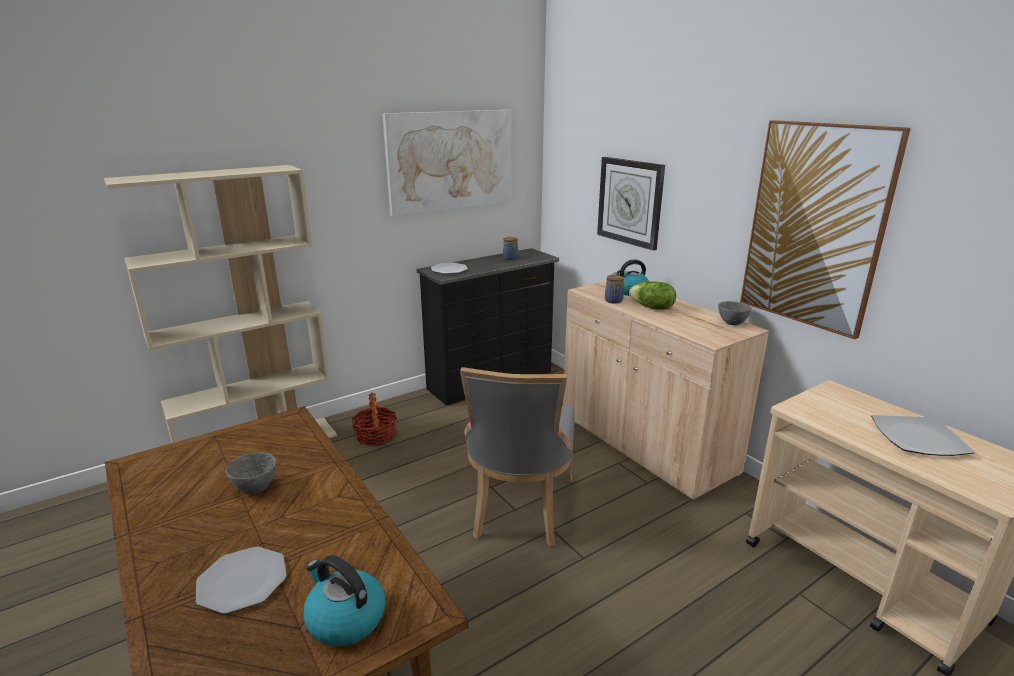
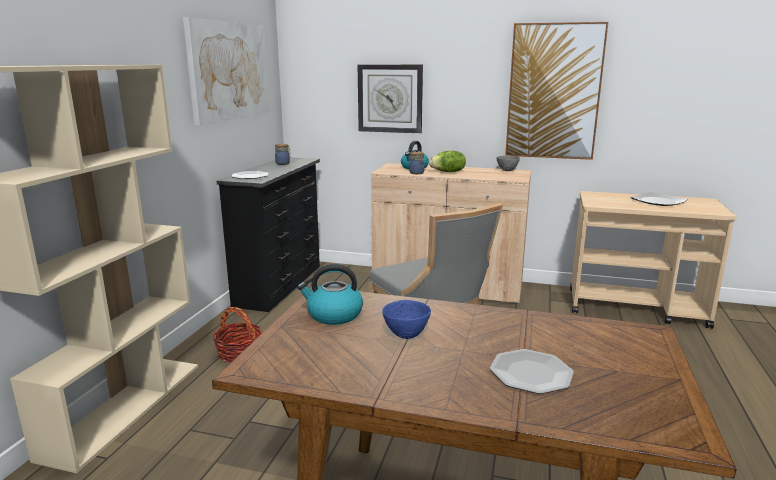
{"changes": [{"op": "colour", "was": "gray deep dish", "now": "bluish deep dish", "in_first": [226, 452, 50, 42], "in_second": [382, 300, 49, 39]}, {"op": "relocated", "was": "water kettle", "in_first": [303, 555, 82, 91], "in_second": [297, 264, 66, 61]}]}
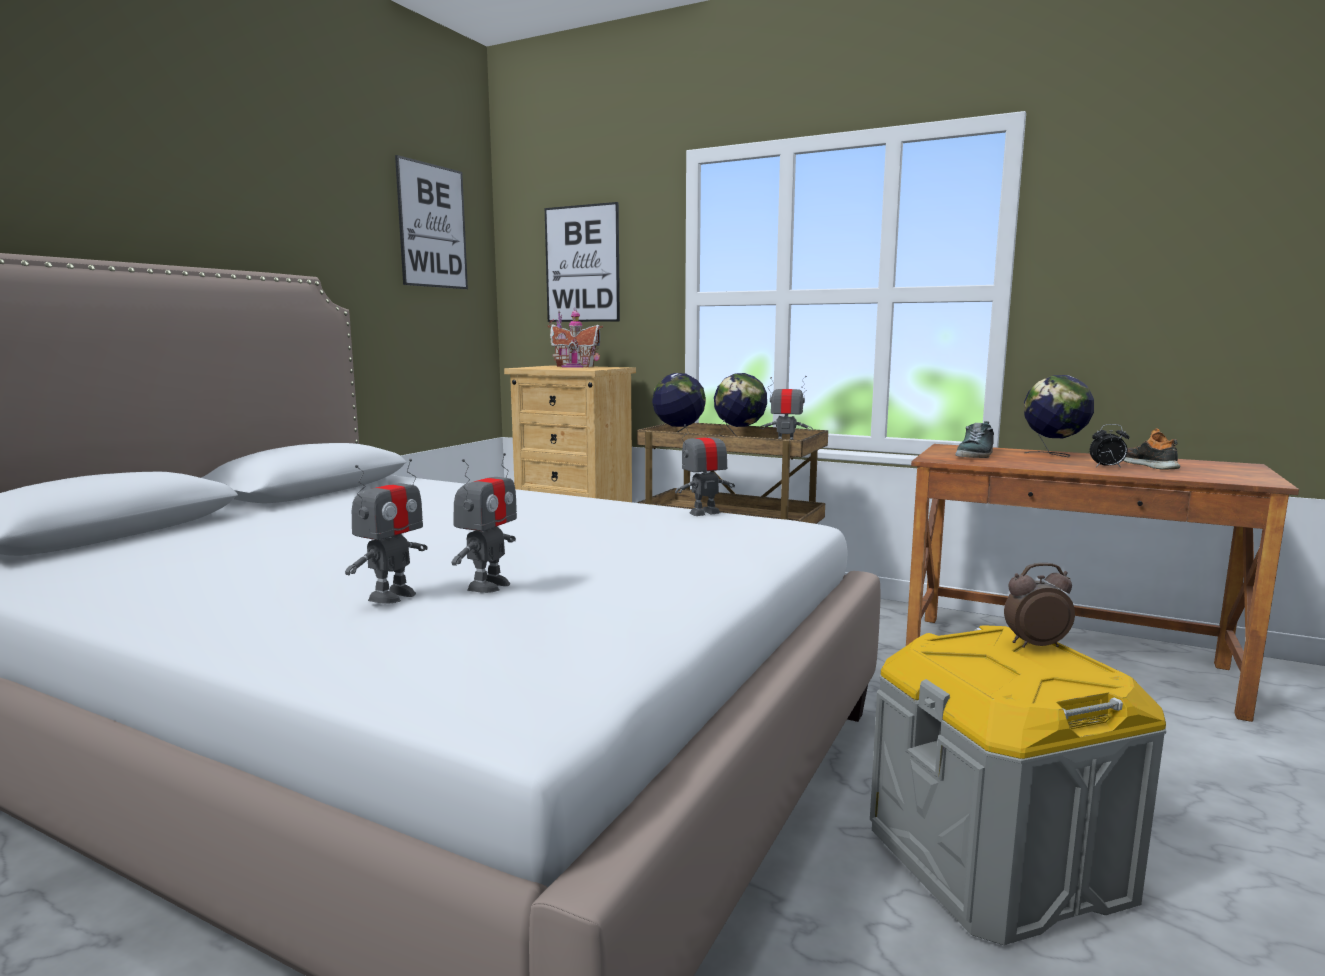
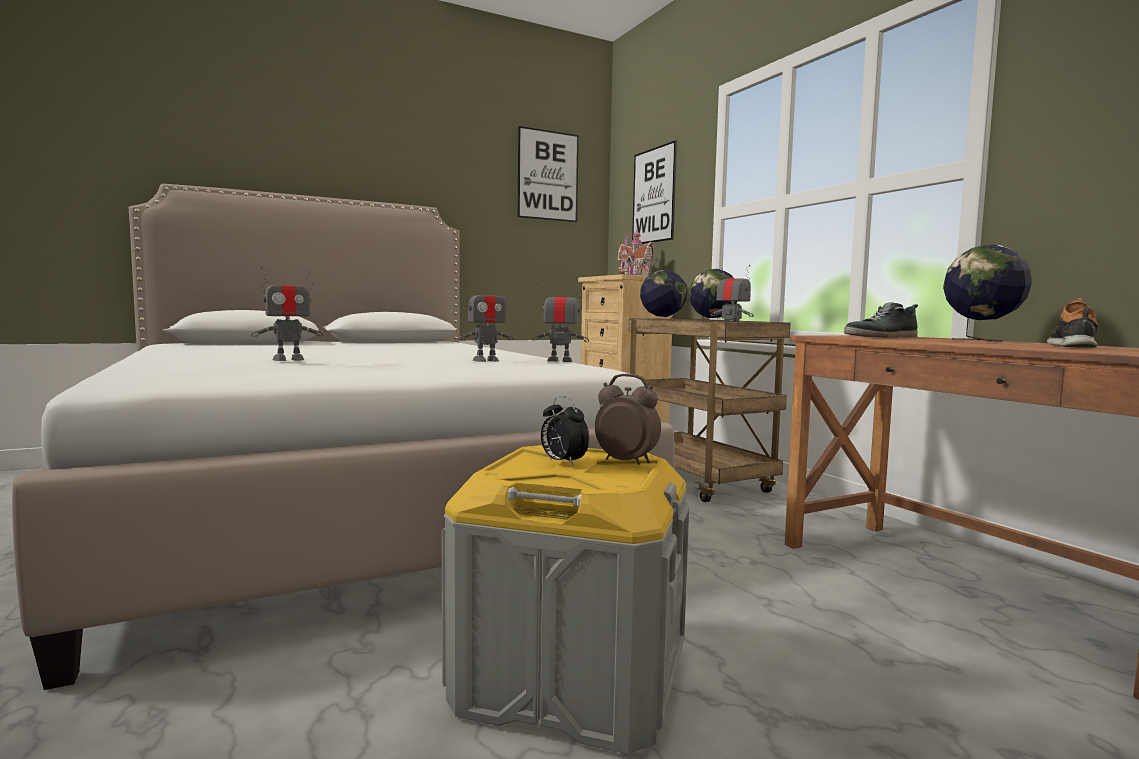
{"changes": [{"op": "relocated", "was": "model robot", "in_first": [345, 459, 82, 145], "in_second": [457, 279, 57, 83]}, {"op": "relocated", "was": "table clock", "in_first": [1090, 424, 39, 44], "in_second": [541, 396, 48, 70]}]}
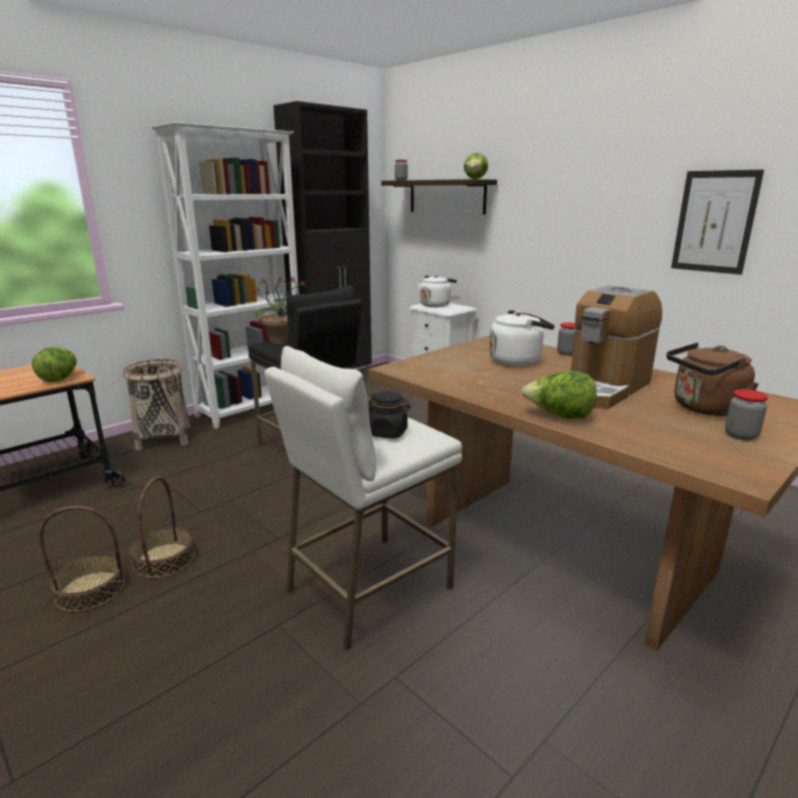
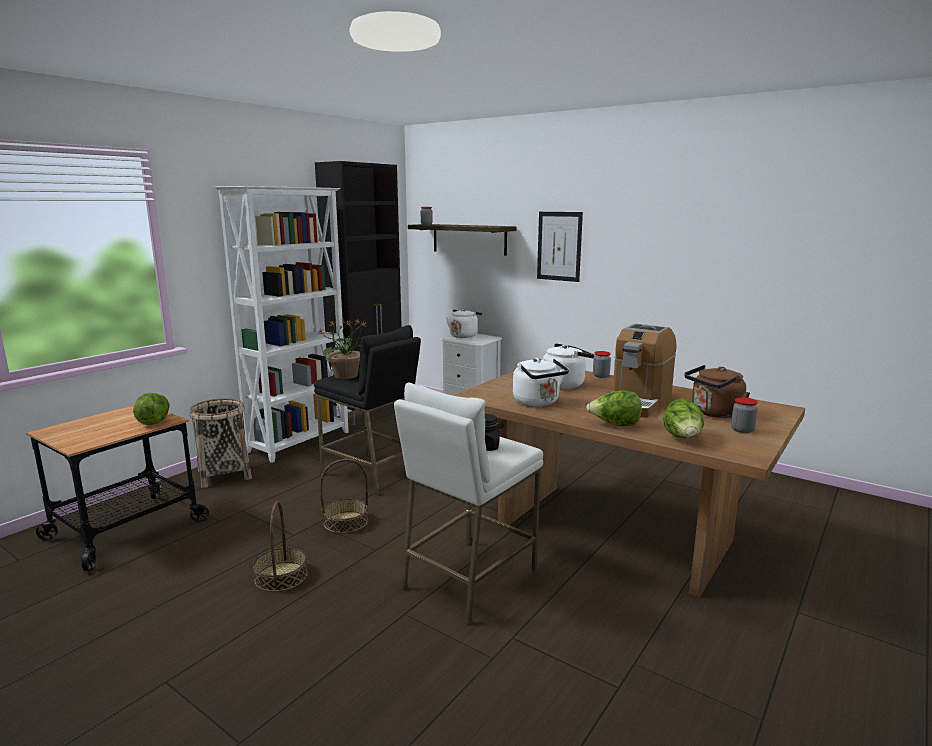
{"changes": [{"op": "relocated", "was": "basket", "in_first": [39, 506, 86, 107], "in_second": [320, 459, 48, 75]}, {"op": "relocated", "was": "lettuce", "in_first": [464, 153, 24, 26], "in_second": [663, 399, 41, 39]}, {"op": "relocated", "was": "picture", "in_first": [671, 170, 93, 105], "in_second": [537, 212, 46, 70]}, {"op": "appeared", "now": "white-coloured water kettle", "in_second": [513, 358, 56, 48]}]}
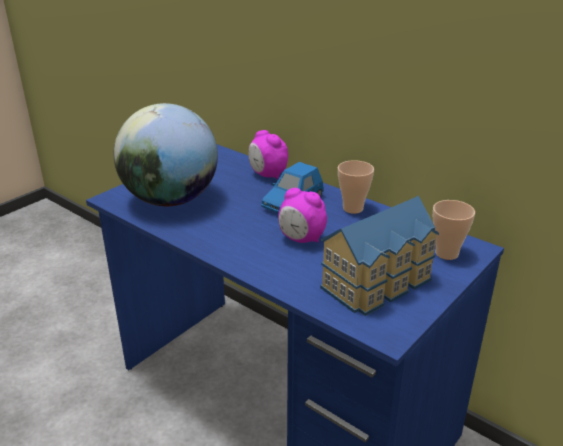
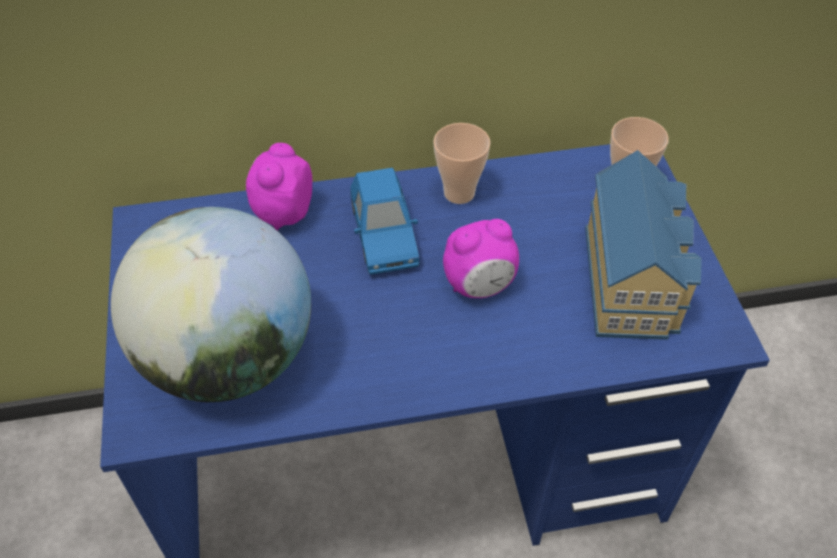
{"changes": [{"op": "spun", "was": "table clock", "in_first": [249, 130, 39, 49], "in_second": [246, 143, 66, 88], "clockwise": 105}]}
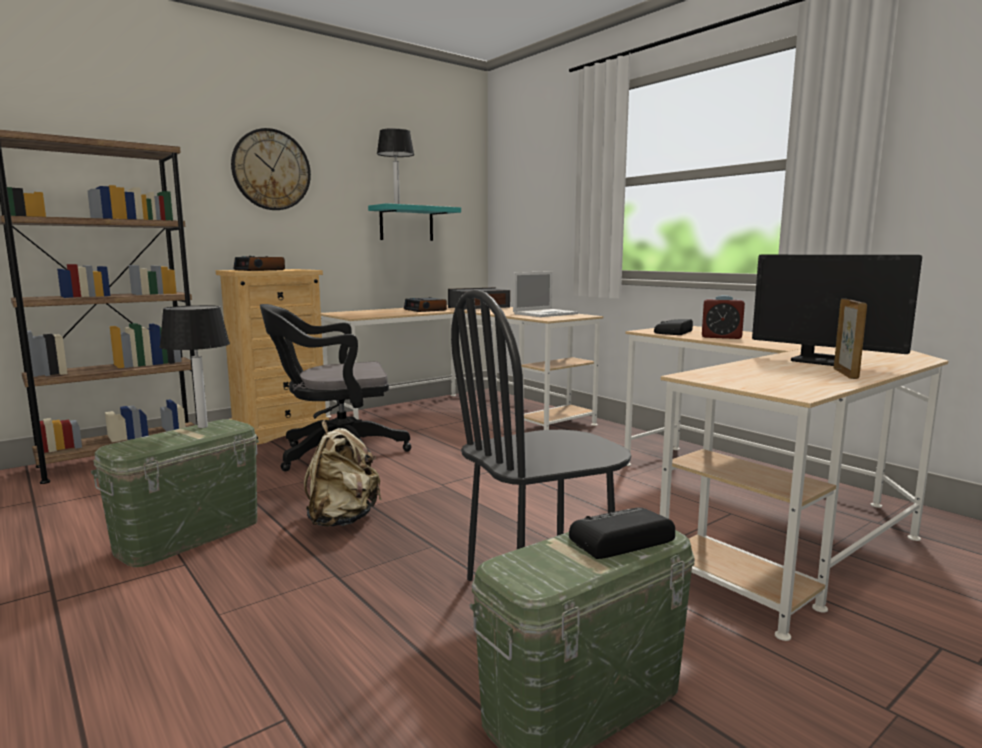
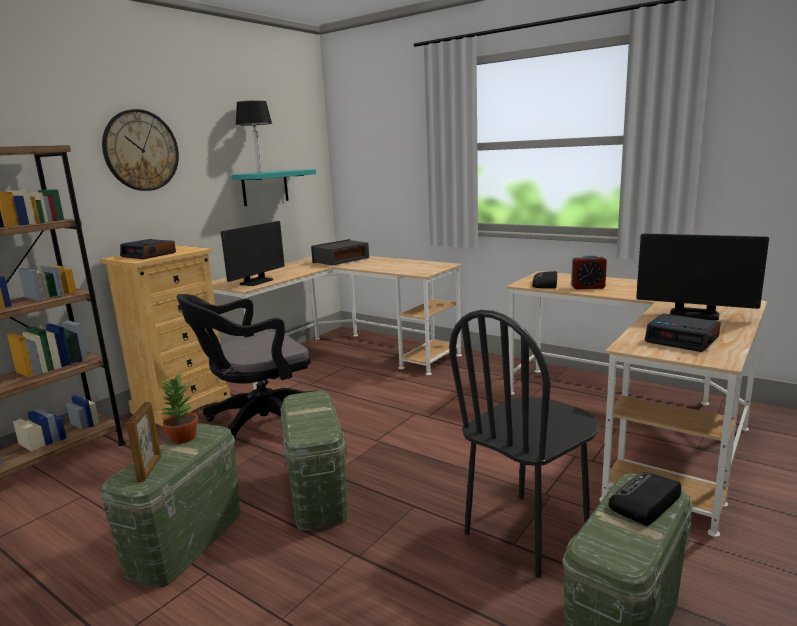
{"changes": [{"op": "exchanged", "was": "tabletop lamp", "now": "houseplant", "in_first": [159, 305, 71, 123], "in_second": [159, 374, 39, 70]}, {"op": "exchanged", "was": "beige-coloured rucksack", "now": "green-coloured storage box", "in_first": [304, 420, 78, 107], "in_second": [280, 391, 68, 140]}, {"op": "relocated", "was": "table clock", "in_first": [404, 297, 43, 15], "in_second": [645, 313, 76, 39]}, {"op": "missing", "was": "portable computer", "in_first": [513, 271, 65, 46]}, {"op": "relocated", "was": "standing frame", "in_first": [834, 299, 33, 80], "in_second": [126, 402, 35, 80]}, {"op": "appeared", "now": "computer display", "in_second": [221, 221, 64, 65]}]}
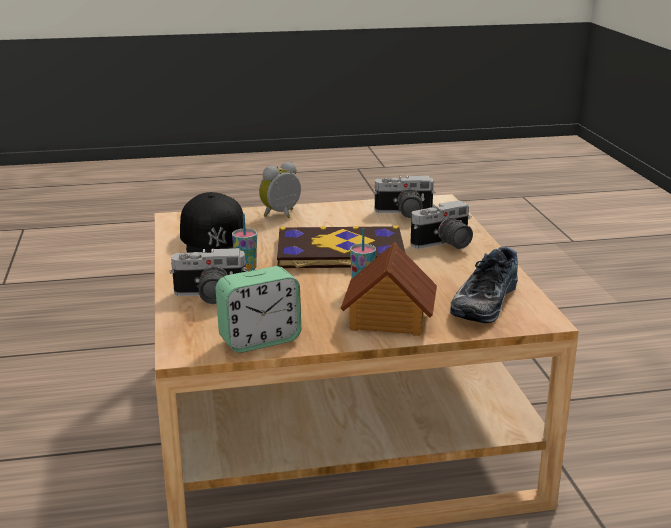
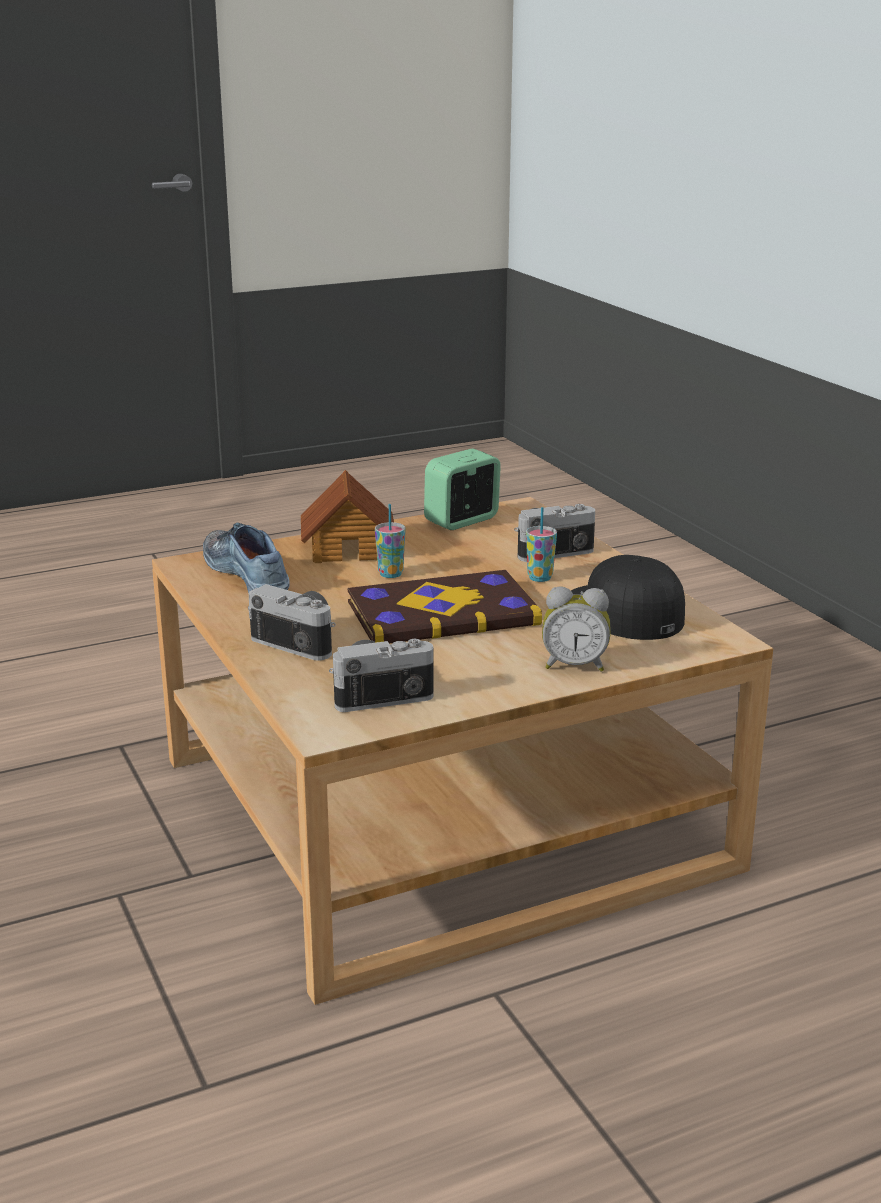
{"changes": [{"op": "spun", "was": "table clock", "in_first": [259, 162, 42, 56], "in_second": [542, 587, 68, 85], "clockwise": 60}, {"op": "spun", "was": "photo camera", "in_first": [410, 200, 63, 49], "in_second": [248, 584, 88, 77], "clockwise": 75}, {"op": "spun", "was": "low shoe", "in_first": [450, 247, 68, 76], "in_second": [203, 523, 87, 70], "clockwise": -45}]}
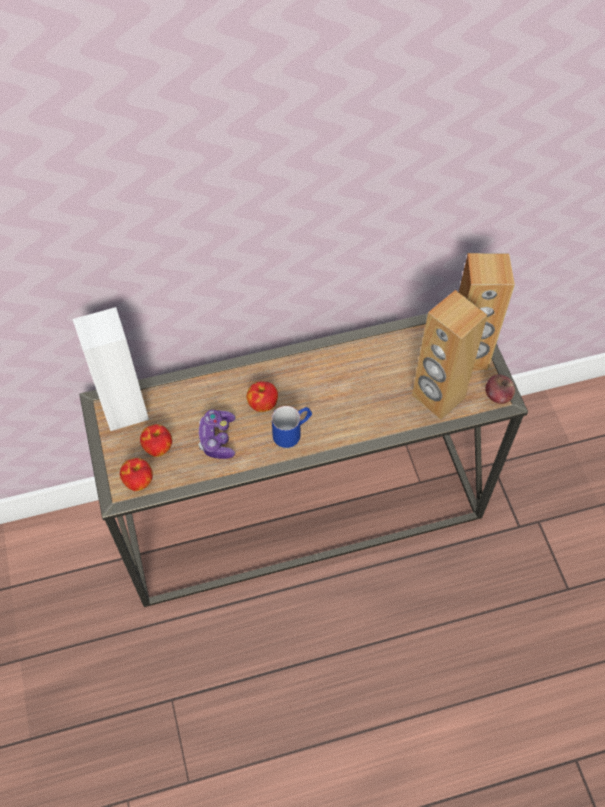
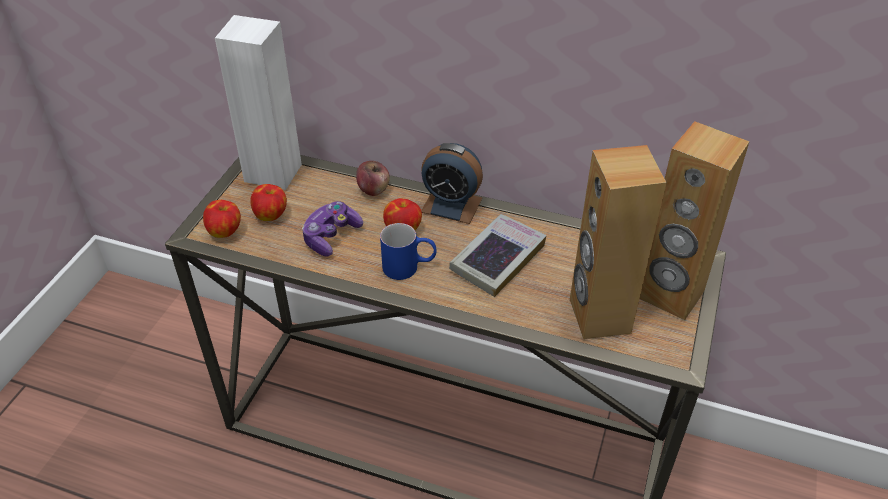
{"changes": [{"op": "relocated", "was": "apple fruit", "in_first": [485, 375, 30, 29], "in_second": [356, 161, 34, 35]}, {"op": "appeared", "now": "table clock", "in_second": [421, 143, 62, 81]}, {"op": "appeared", "now": "volume", "in_second": [449, 214, 98, 83]}]}
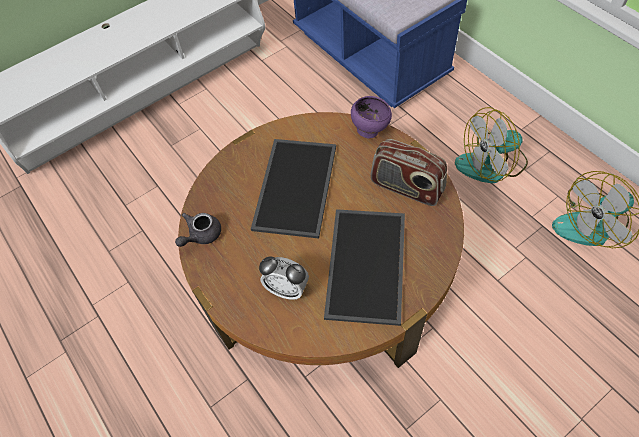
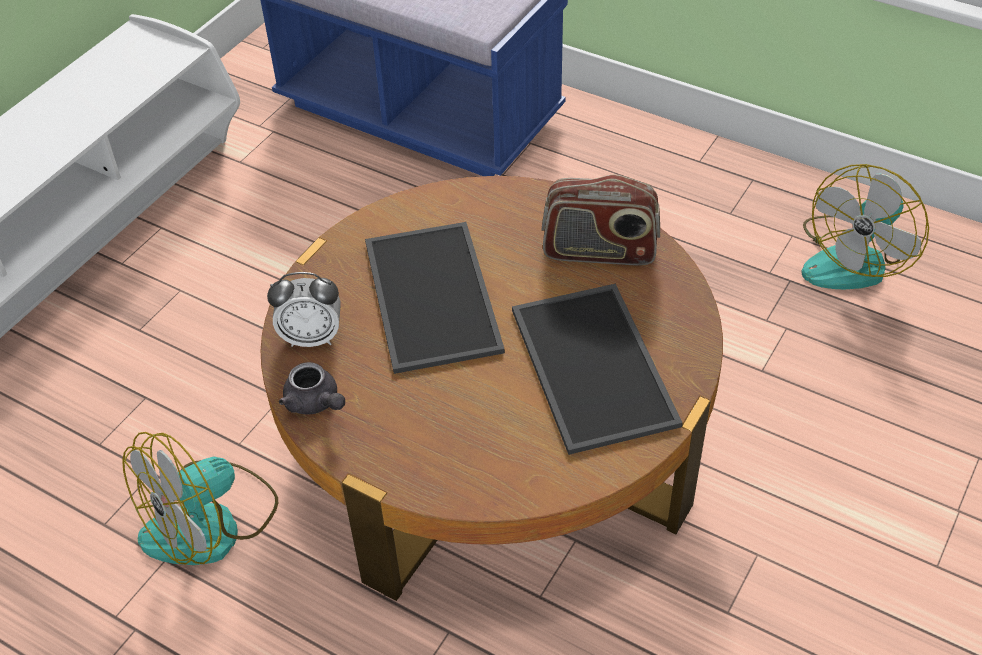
{"changes": [{"op": "spun", "was": "gray tea pot", "in_first": [175, 213, 46, 34], "in_second": [279, 362, 66, 53], "clockwise": -60}, {"op": "relocated", "was": "table clock", "in_first": [259, 257, 50, 43], "in_second": [267, 272, 74, 75]}, {"op": "missing", "was": "purplish deep dish", "in_first": [351, 96, 41, 43]}, {"op": "relocated", "was": "fan", "in_first": [455, 107, 73, 76], "in_second": [122, 432, 156, 133]}]}
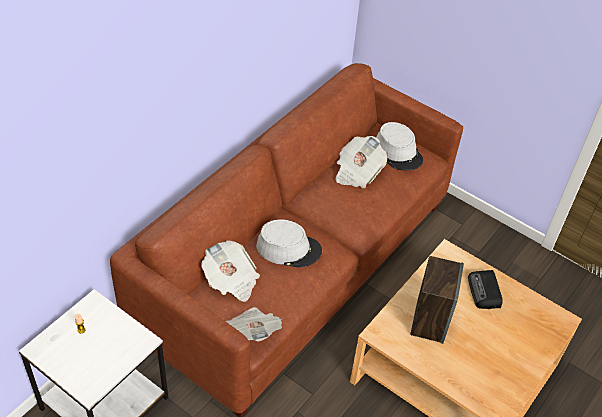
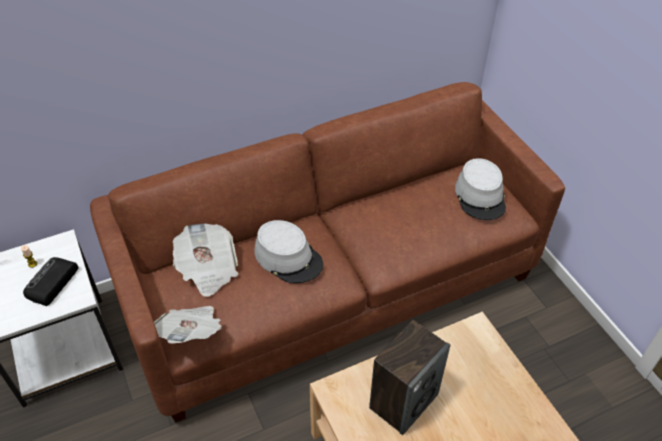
{"changes": [{"op": "missing", "was": "newspaper", "in_first": [335, 136, 52, 52]}, {"op": "relocated", "was": "radio", "in_first": [468, 270, 34, 39], "in_second": [23, 257, 55, 49]}]}
